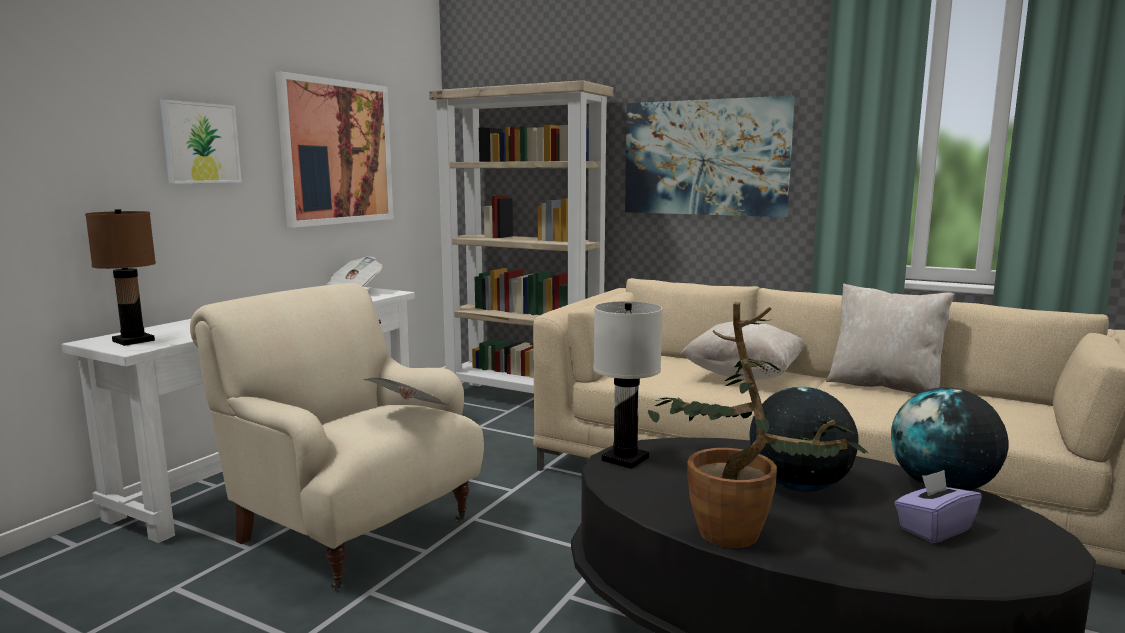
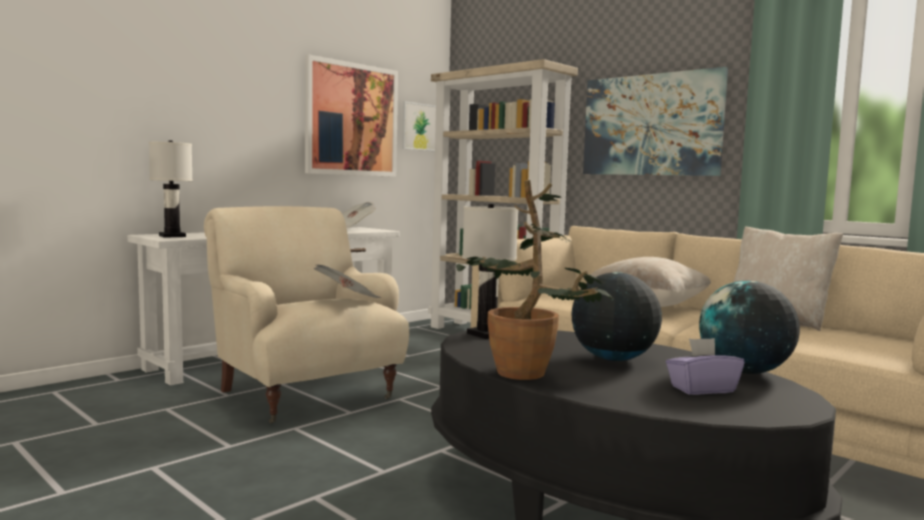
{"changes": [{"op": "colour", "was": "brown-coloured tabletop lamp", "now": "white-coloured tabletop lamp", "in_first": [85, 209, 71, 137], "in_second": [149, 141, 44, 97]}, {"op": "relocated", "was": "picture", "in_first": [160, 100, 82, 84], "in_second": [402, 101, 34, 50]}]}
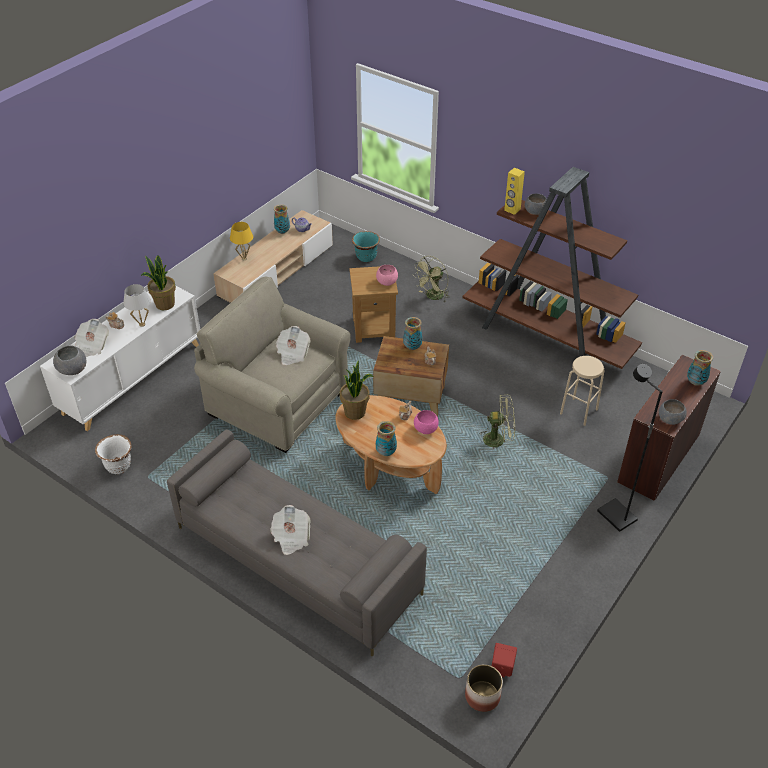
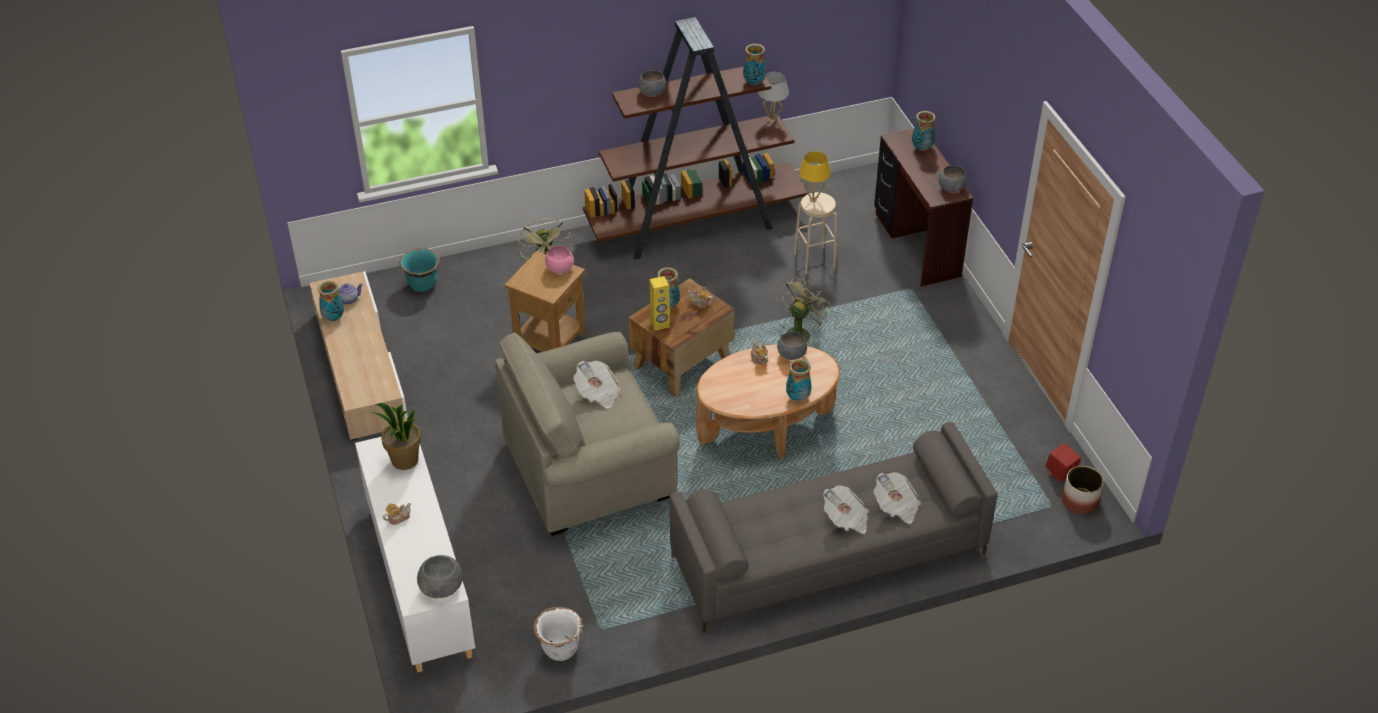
{"changes": [{"op": "relocated", "was": "newspaper", "in_first": [74, 319, 35, 38], "in_second": [874, 472, 47, 52]}, {"op": "relocated", "was": "white-coloured tabletop lamp", "in_first": [123, 284, 28, 43], "in_second": [758, 72, 31, 51]}, {"op": "relocated", "was": "yellowish tabletop lamp", "in_first": [230, 222, 23, 38], "in_second": [799, 151, 32, 51]}, {"op": "missing", "was": "houseplant", "in_first": [340, 361, 34, 59]}, {"op": "colour", "was": "pink-coloured deep dish", "now": "gray deep dish", "in_first": [414, 410, 25, 24], "in_second": [777, 331, 30, 29]}, {"op": "relocated", "was": "yellowish speaker", "in_first": [504, 168, 21, 47], "in_second": [650, 276, 20, 54]}, {"op": "missing", "was": "black standard lamp", "in_first": [597, 364, 66, 168]}, {"op": "appeared", "now": "vase", "in_second": [743, 44, 23, 41]}]}
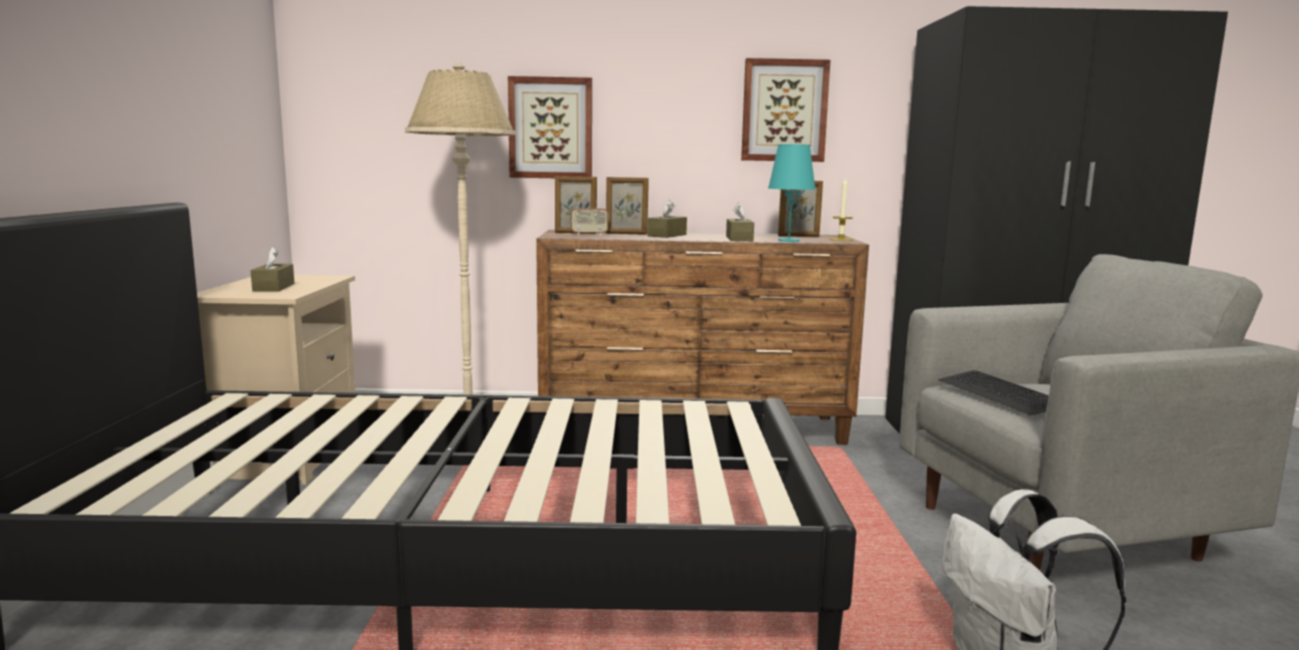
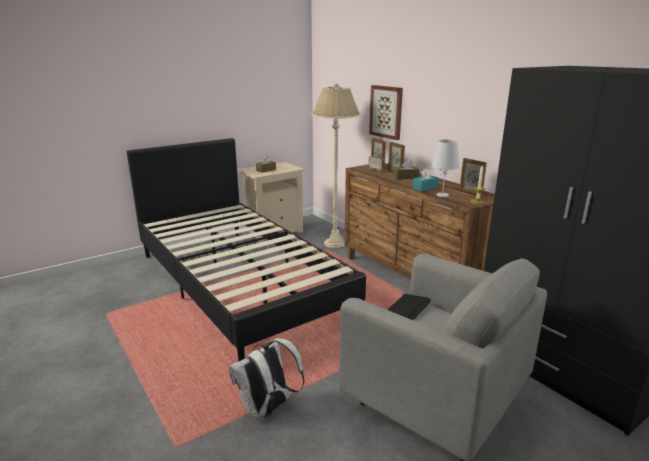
{"changes": [{"op": "colour", "was": "brown-coloured tissue box", "now": "turquoise-coloured tissue box", "in_first": [726, 202, 28, 39], "in_second": [412, 168, 27, 23]}, {"op": "missing", "was": "picture", "in_first": [741, 58, 89, 104]}, {"op": "colour", "was": "turquoise-coloured tabletop lamp", "now": "white-coloured tabletop lamp", "in_first": [768, 144, 48, 98], "in_second": [431, 139, 29, 58]}]}
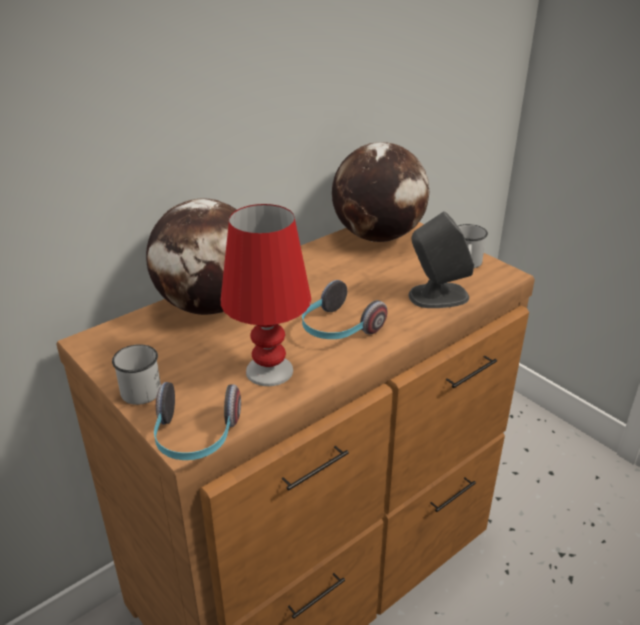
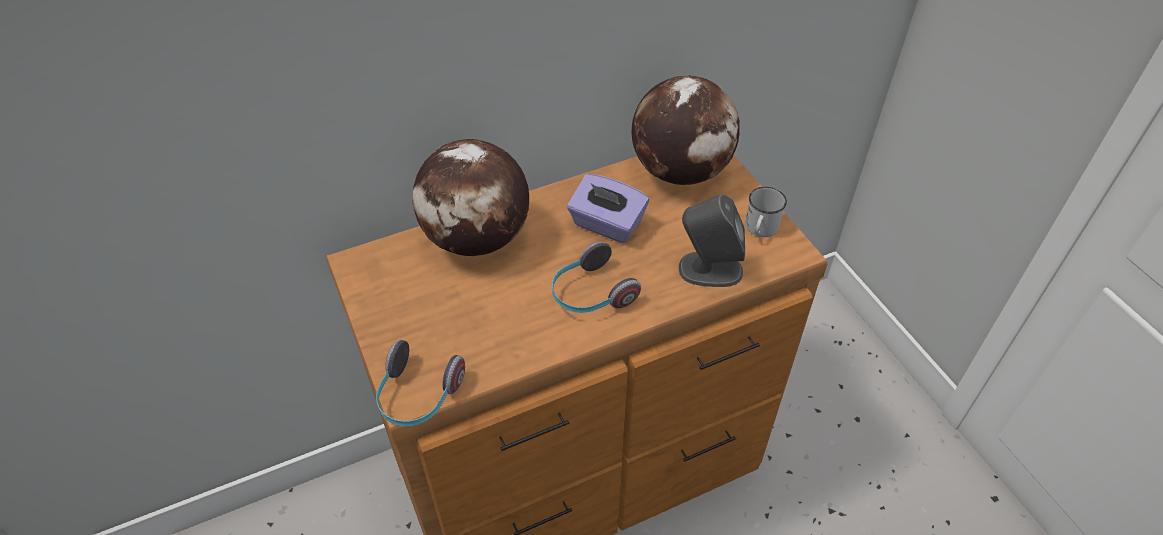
{"changes": [{"op": "missing", "was": "white-coloured coffee mug", "in_first": [112, 344, 49, 61]}, {"op": "missing", "was": "reddish tabletop lamp", "in_first": [221, 204, 90, 182]}, {"op": "appeared", "now": "purplish tissue box", "in_second": [567, 174, 82, 69]}]}
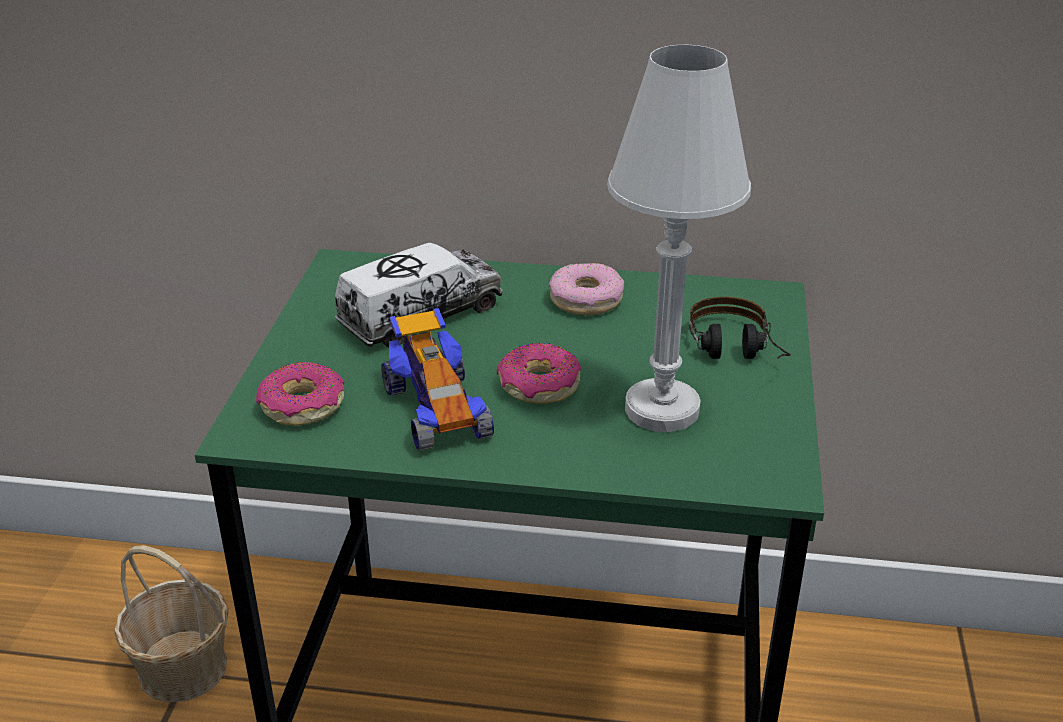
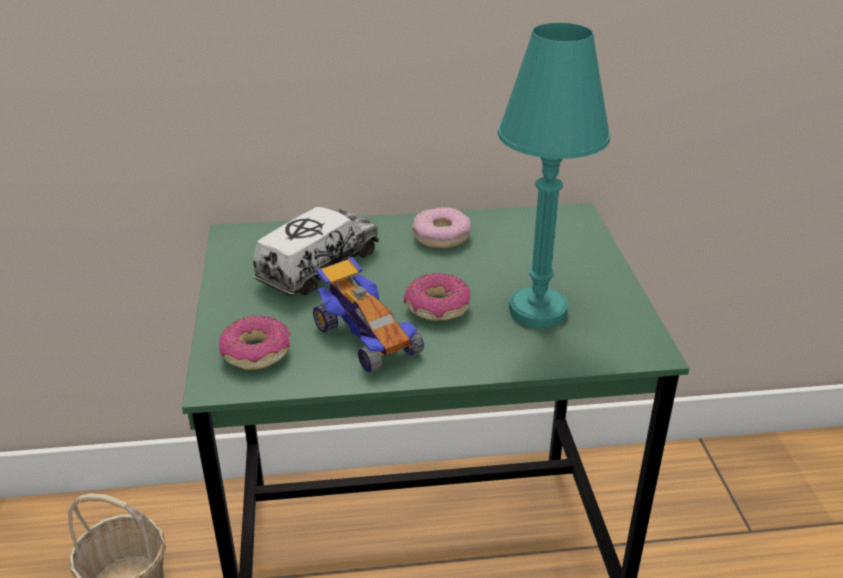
{"changes": [{"op": "colour", "was": "white-coloured tabletop lamp", "now": "turquoise-coloured tabletop lamp", "in_first": [607, 45, 144, 387], "in_second": [498, 23, 112, 305]}, {"op": "missing", "was": "pair of headphones", "in_first": [689, 297, 102, 62]}]}
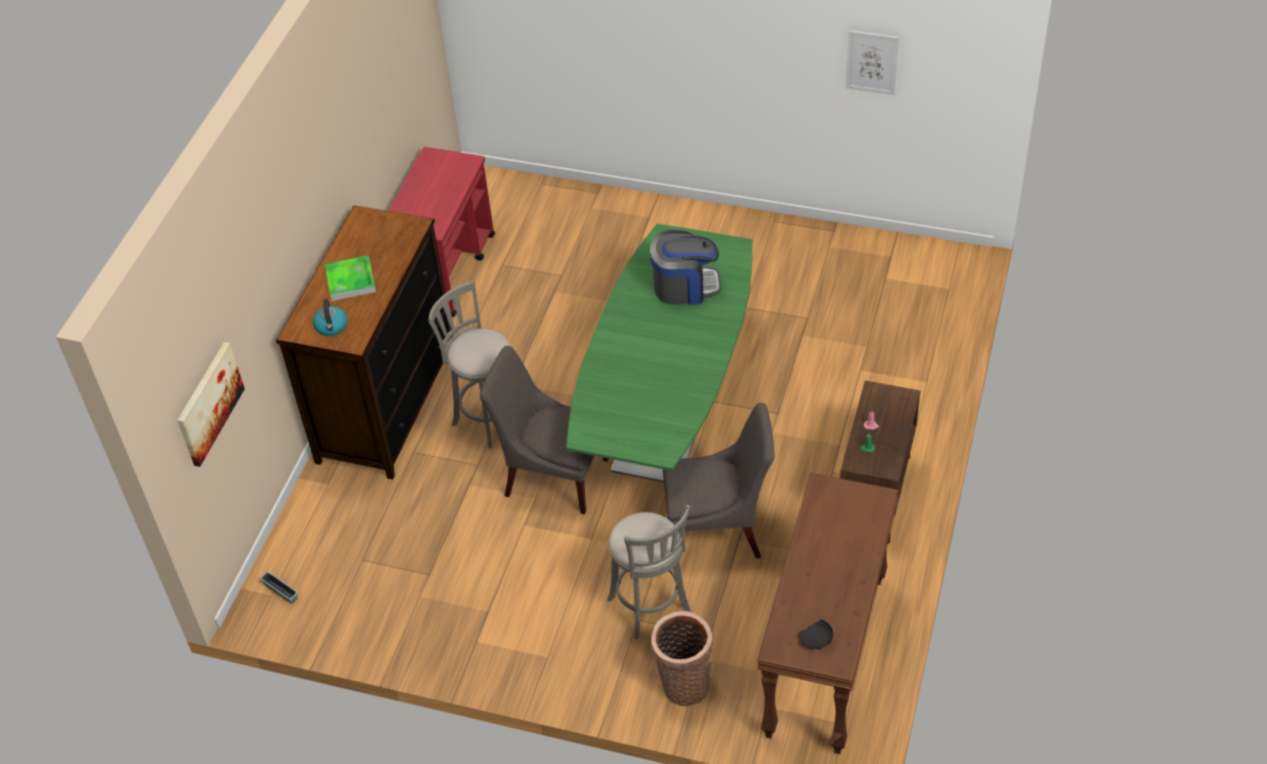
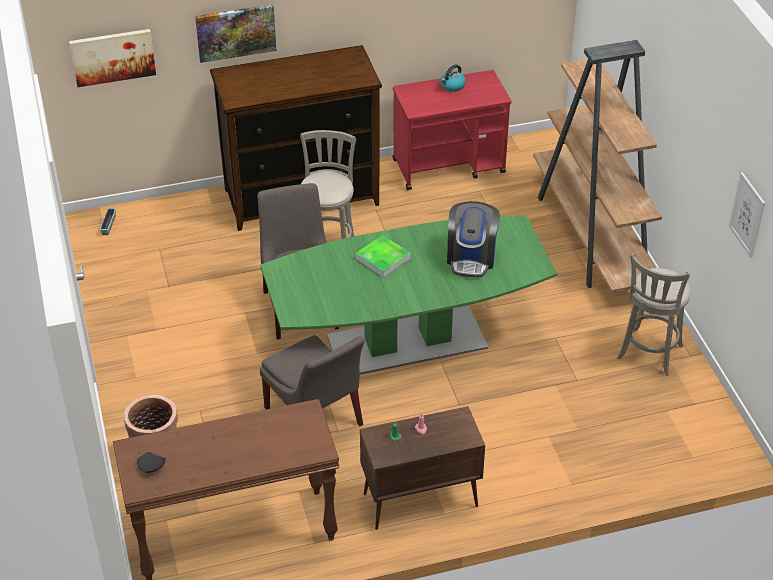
{"changes": [{"op": "relocated", "was": "water kettle", "in_first": [313, 299, 34, 37], "in_second": [440, 64, 26, 28]}, {"op": "relocated", "was": "carrying tray", "in_first": [324, 256, 52, 45], "in_second": [356, 235, 54, 42]}, {"op": "relocated", "was": "gray stool seat", "in_first": [607, 505, 84, 134], "in_second": [617, 254, 74, 122]}, {"op": "spun", "was": "coffee maker", "in_first": [650, 230, 71, 75], "in_second": [447, 201, 53, 77], "clockwise": 45}, {"op": "appeared", "now": "picture", "in_second": [195, 4, 82, 59]}, {"op": "appeared", "now": "brown-coloured bookcase", "in_second": [533, 40, 129, 253]}]}
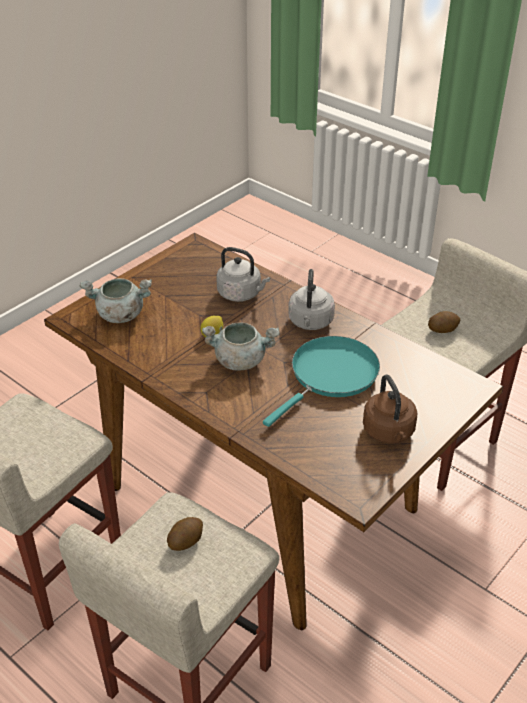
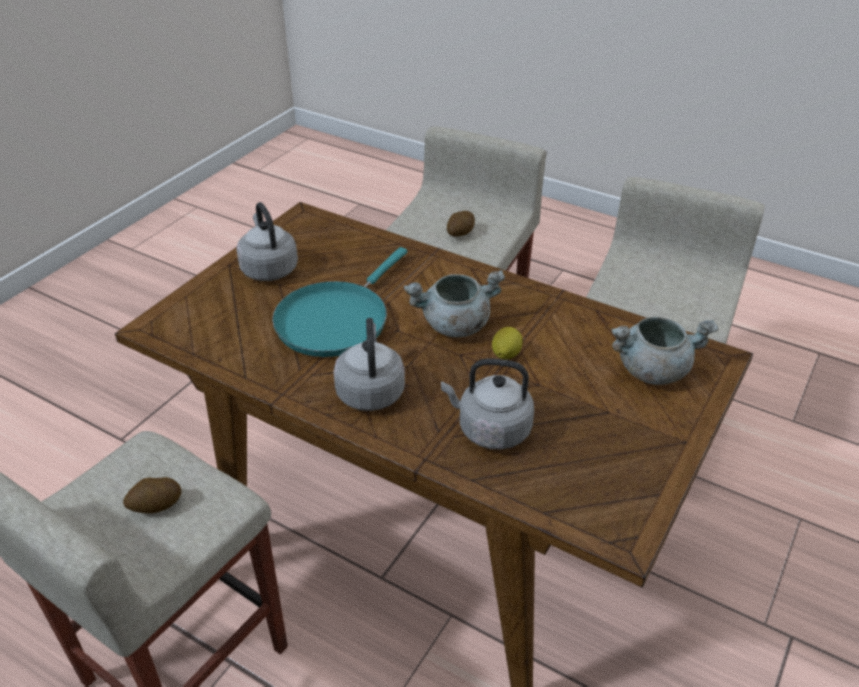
{"changes": [{"op": "colour", "was": "brown-coloured water kettle", "now": "gray water kettle", "in_first": [363, 374, 55, 70], "in_second": [236, 202, 62, 79]}]}
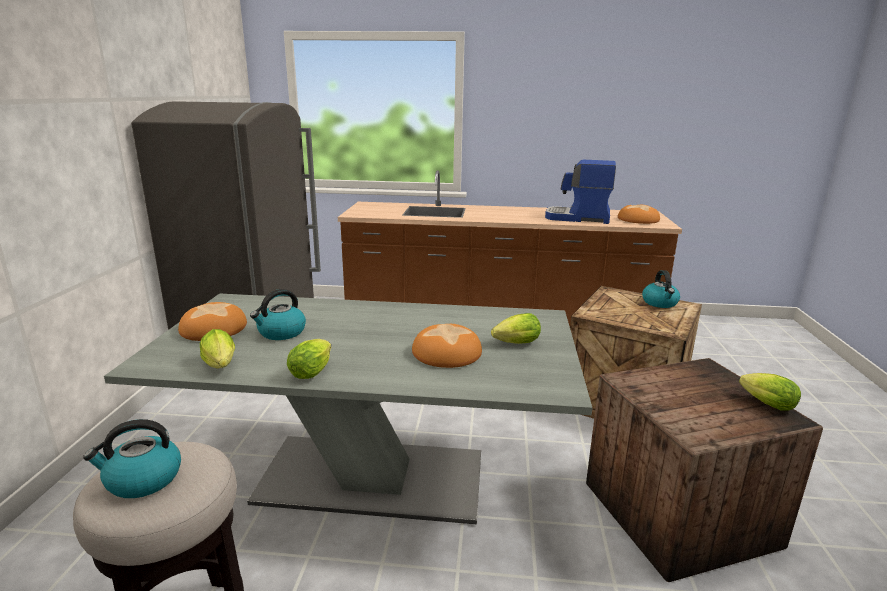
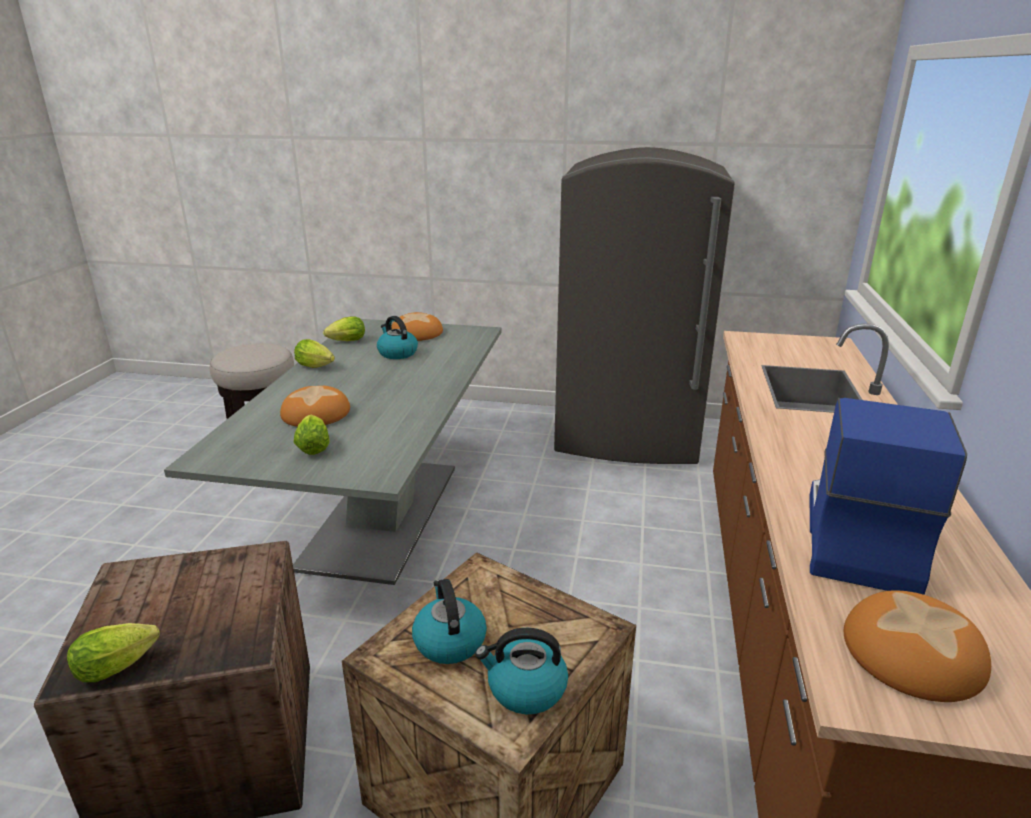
{"changes": [{"op": "relocated", "was": "water kettle", "in_first": [83, 419, 98, 79], "in_second": [412, 579, 75, 85]}]}
